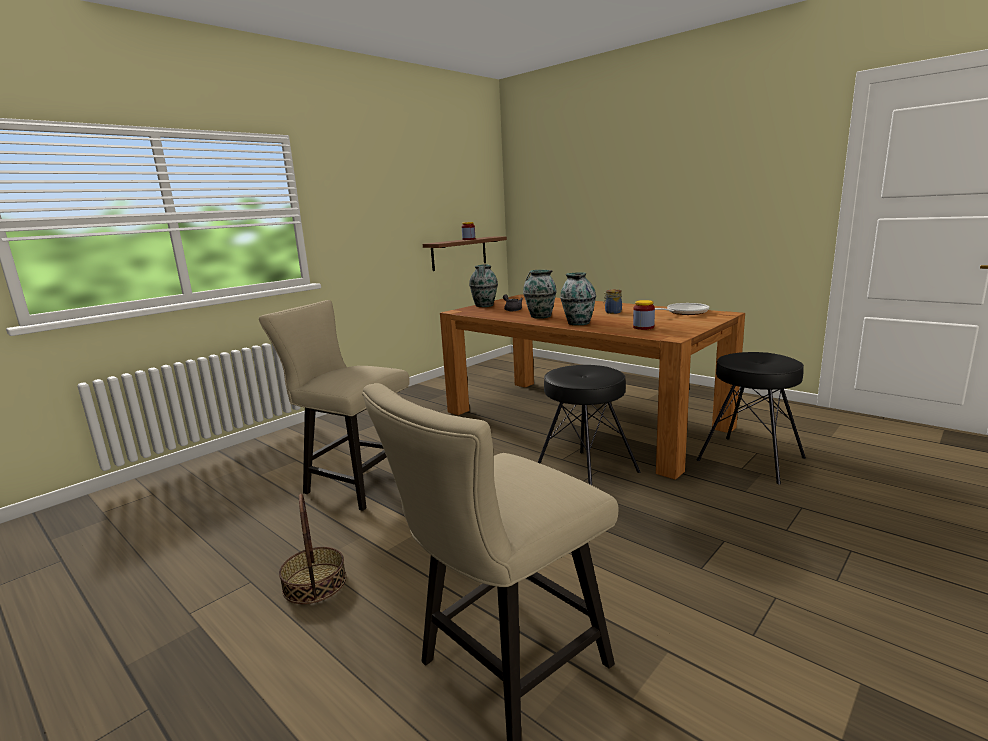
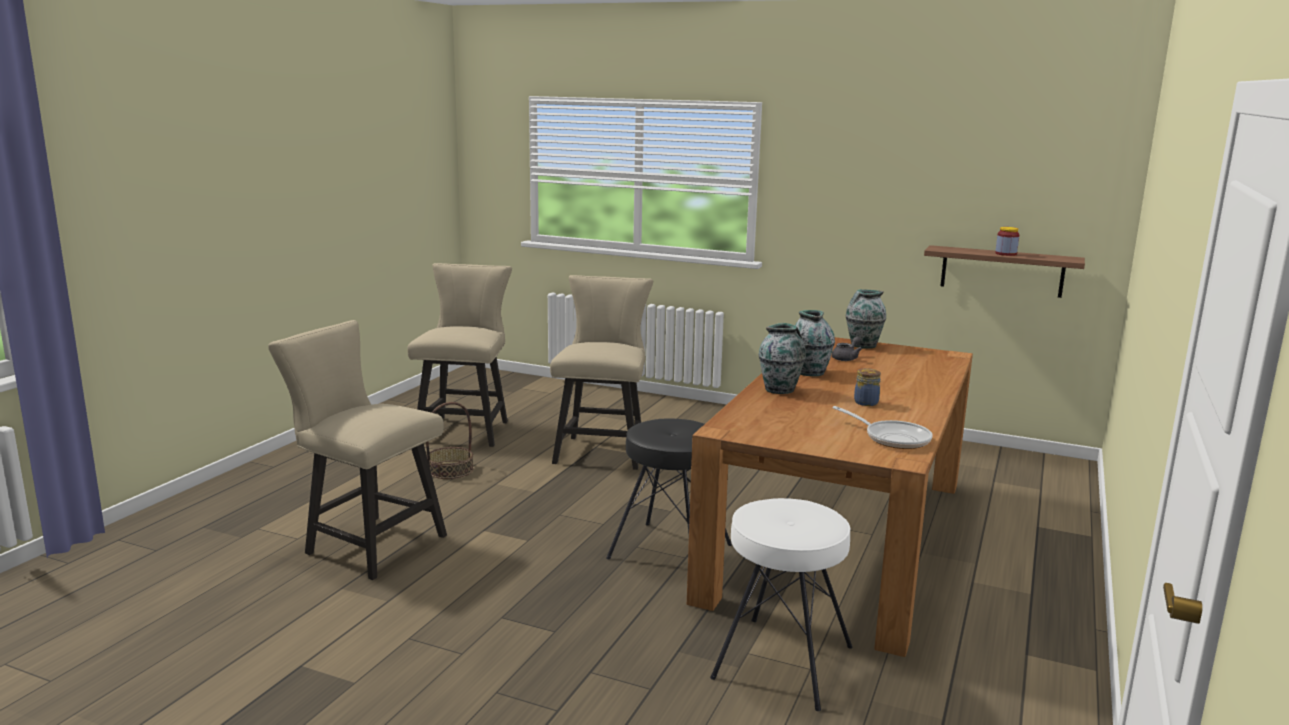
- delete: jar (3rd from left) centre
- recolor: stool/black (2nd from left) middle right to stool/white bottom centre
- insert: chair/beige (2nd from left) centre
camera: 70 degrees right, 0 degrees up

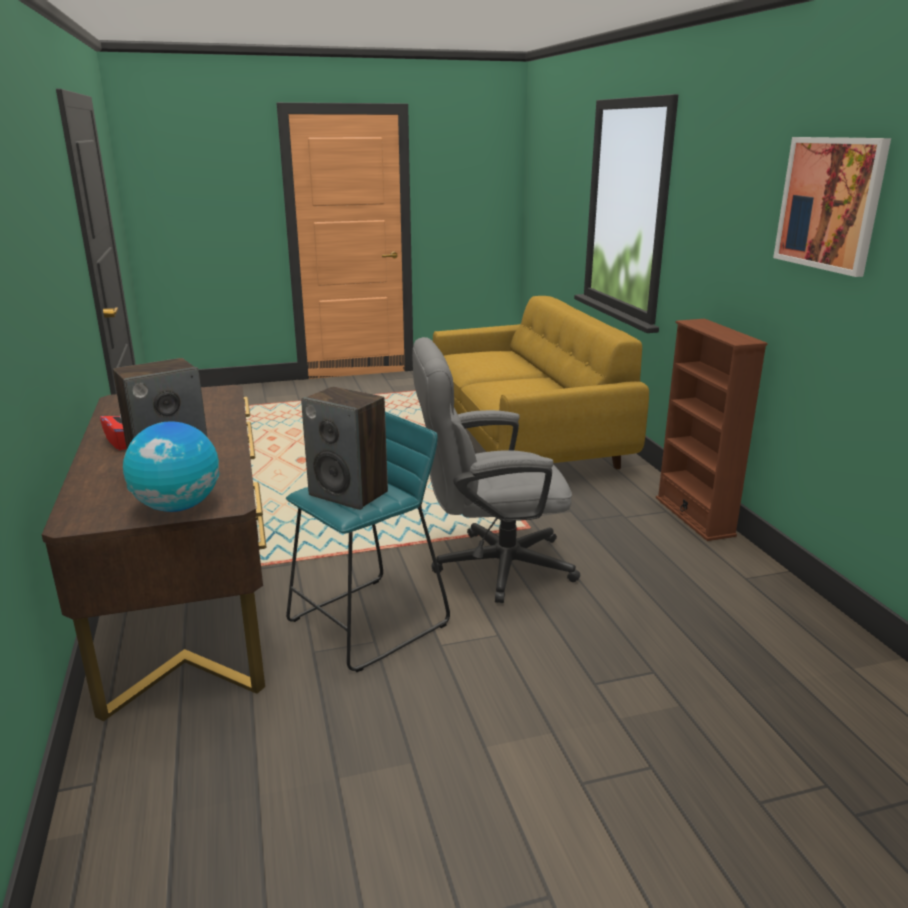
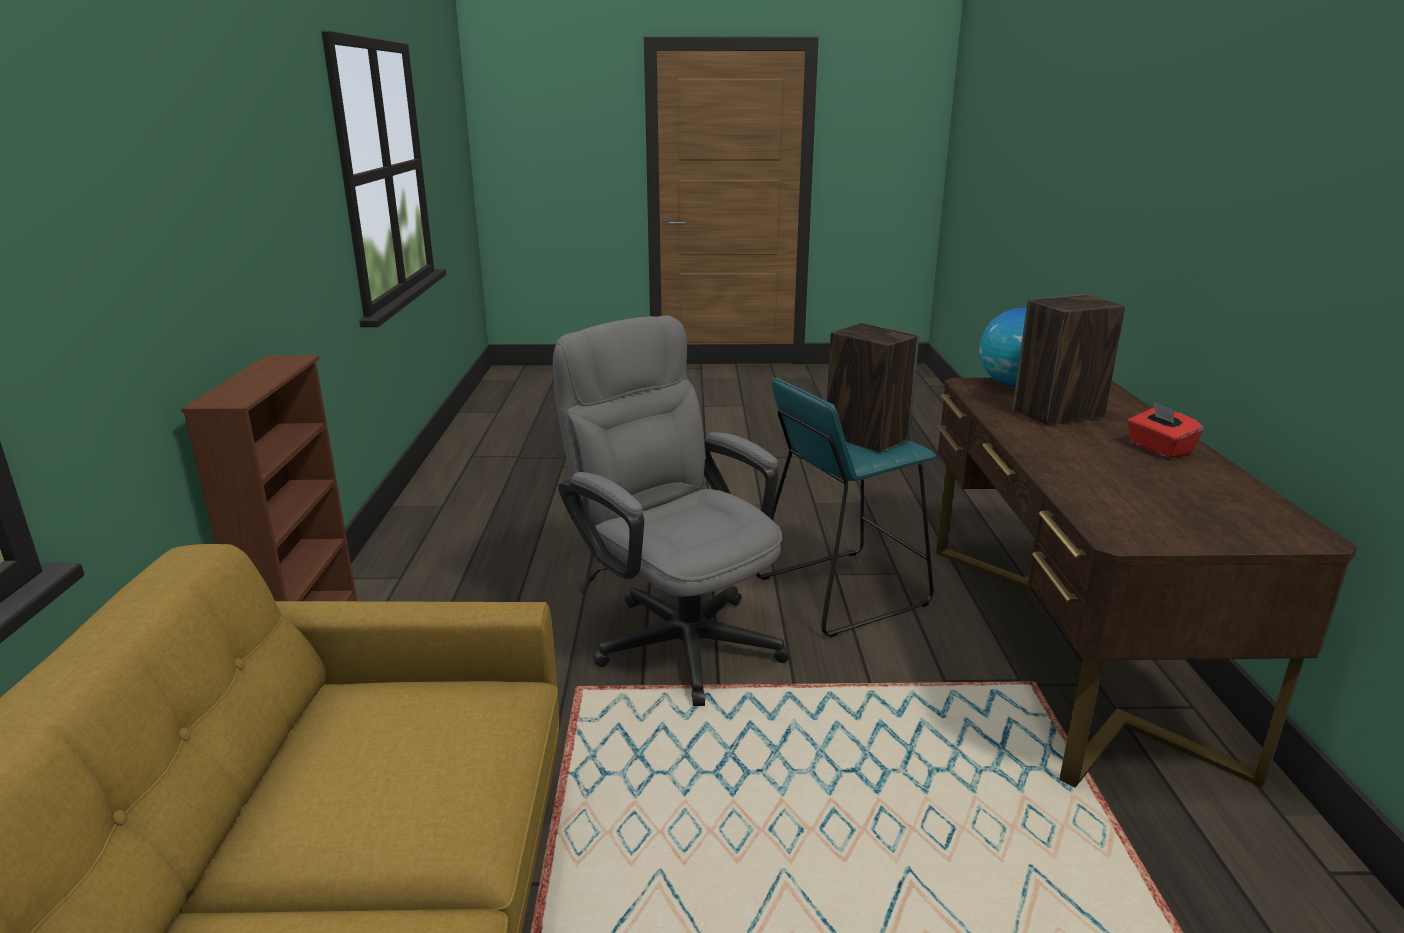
- delete: picture top right
- rotate: office chair/grey centre = centre 135 degrees counterclockwise
camera: 165 degrees left, 0 degrees up

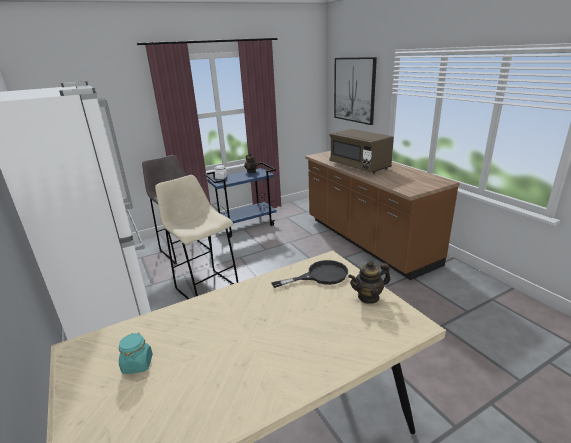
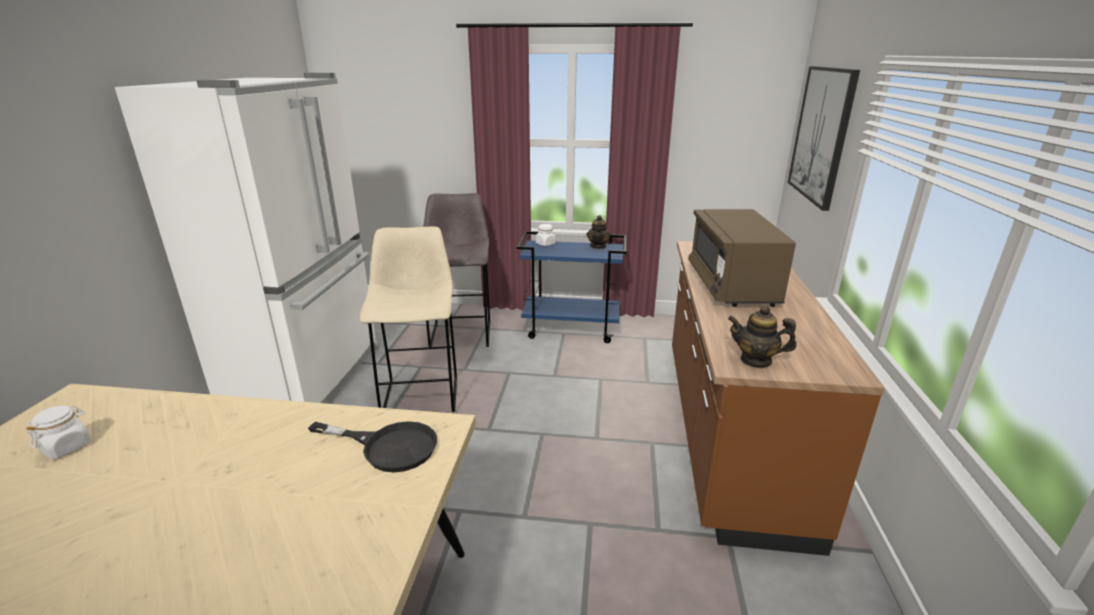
- move: teapot (2nd from left) centre to middle right
- recolor: jar/turquoise bottom left to jar/white (1st from left) bottom left
camera: 35 degrees right, 0 degrees up

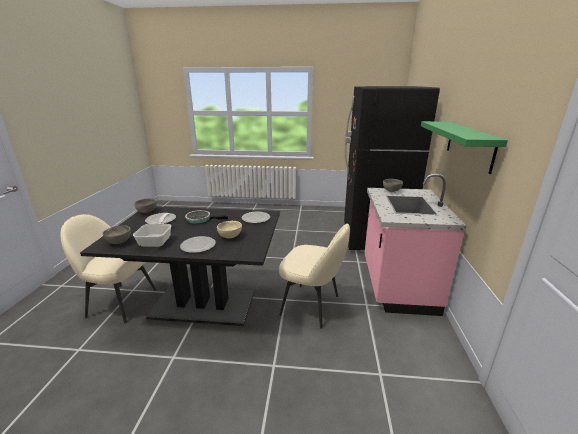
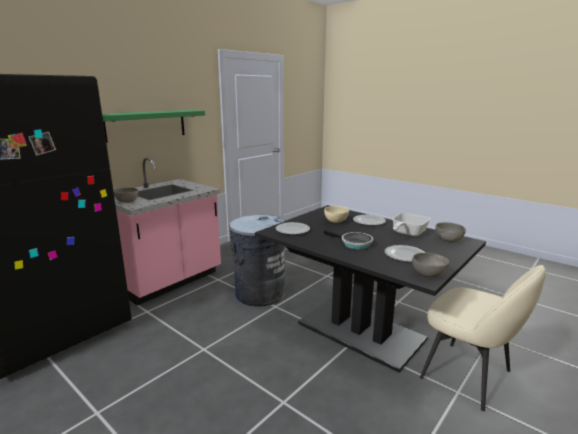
- replace: chair/beige (2nd from left) centre to trash can/grey centre
camera: 145 degrees left, 5 degrees down

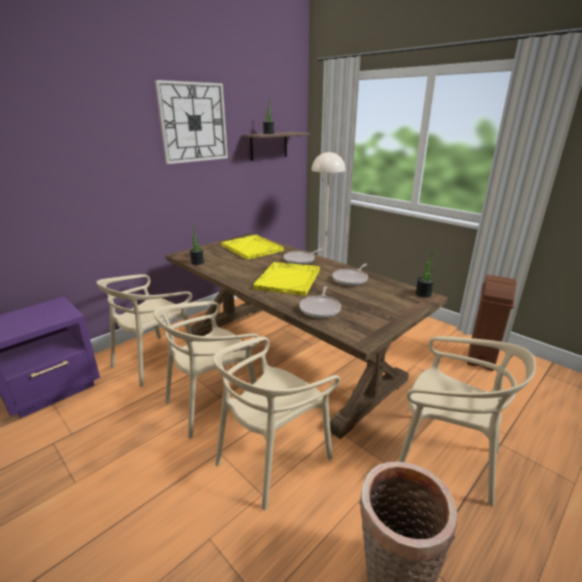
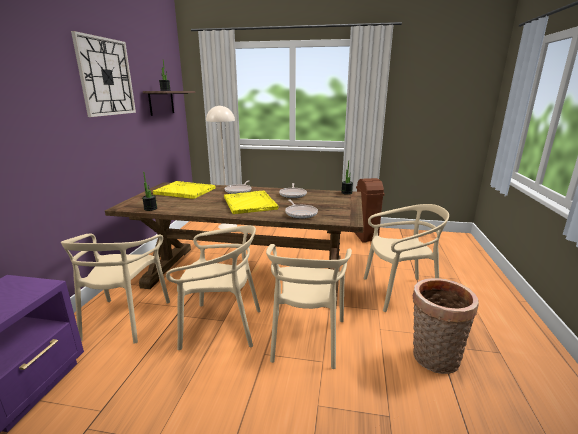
- rotate: chair/beige (2nd from left) centre = centre 105 degrees counterclockwise
camera: 35 degrees left, 5 degrees down

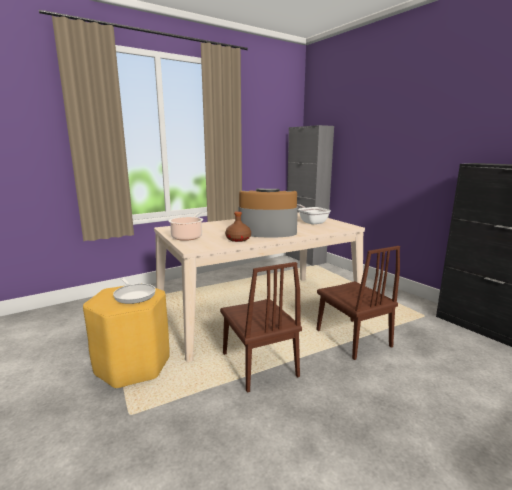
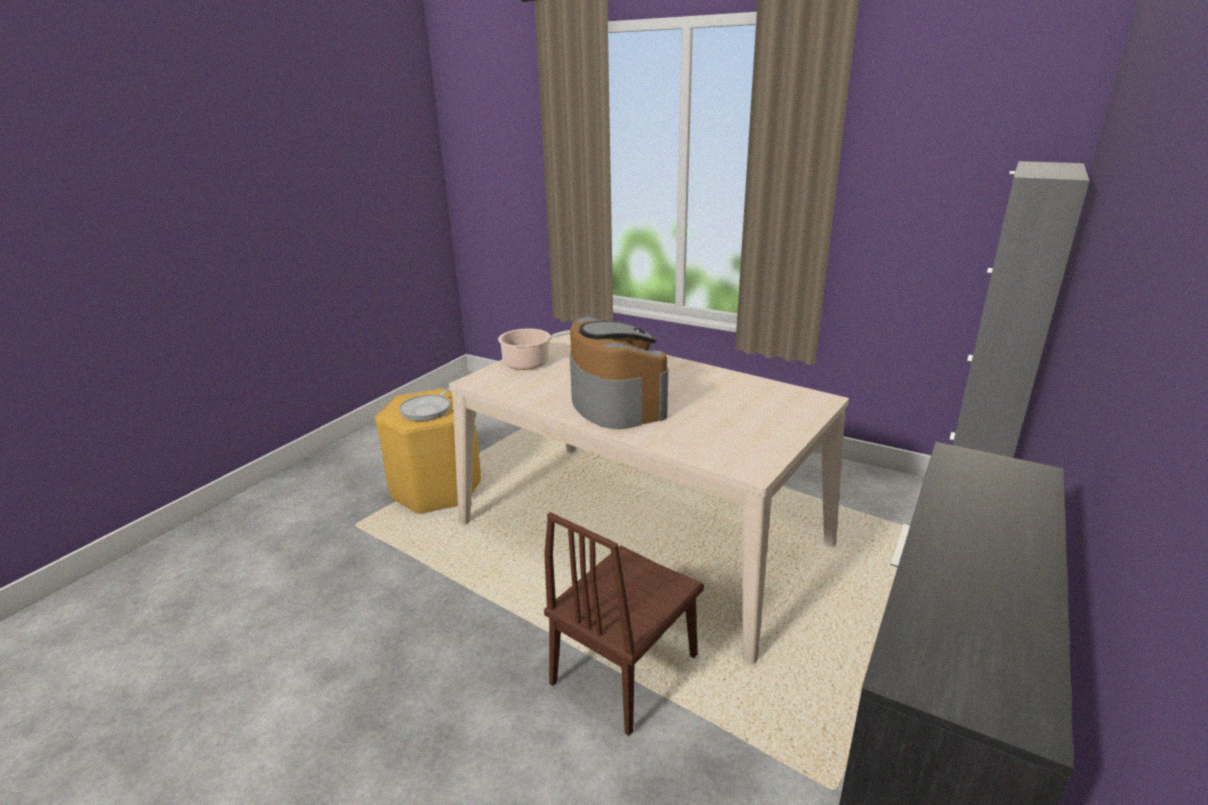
- delete: frying pan (2nd from left) centre
- delete: bottle/brown centre
- delete: chair/brown (1st from left) bottom centre
camera: 65 degrees right, 10 degrees up

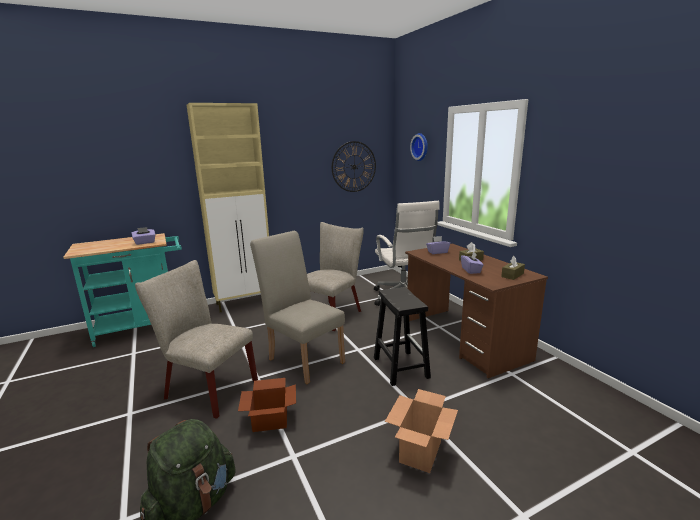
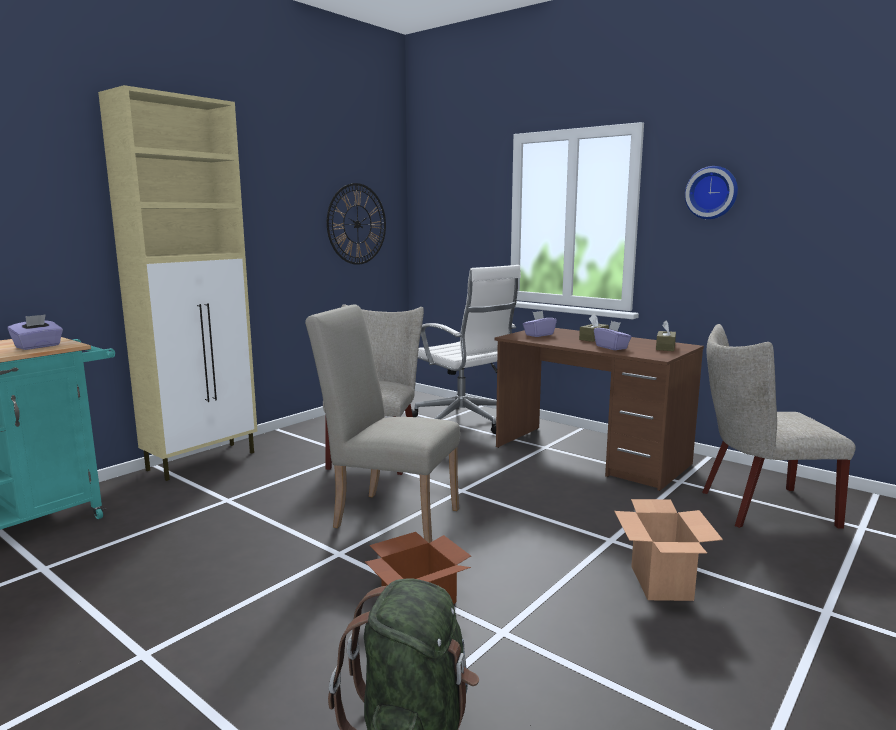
- move: wall clock (2nd from left) top centre to top right
- move: chair/beige (1st from left in the first image) middle left to chair/beige (3rd from left) middle right
- delete: stool/black centre
camera: 25 degrees left, 5 degrees down

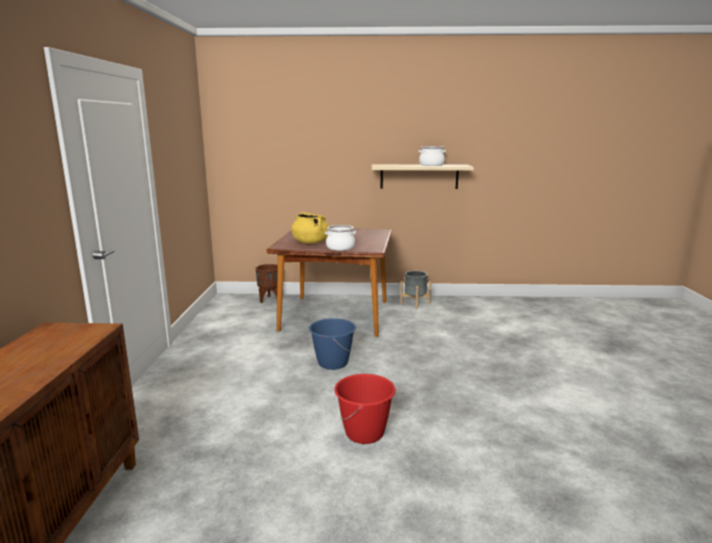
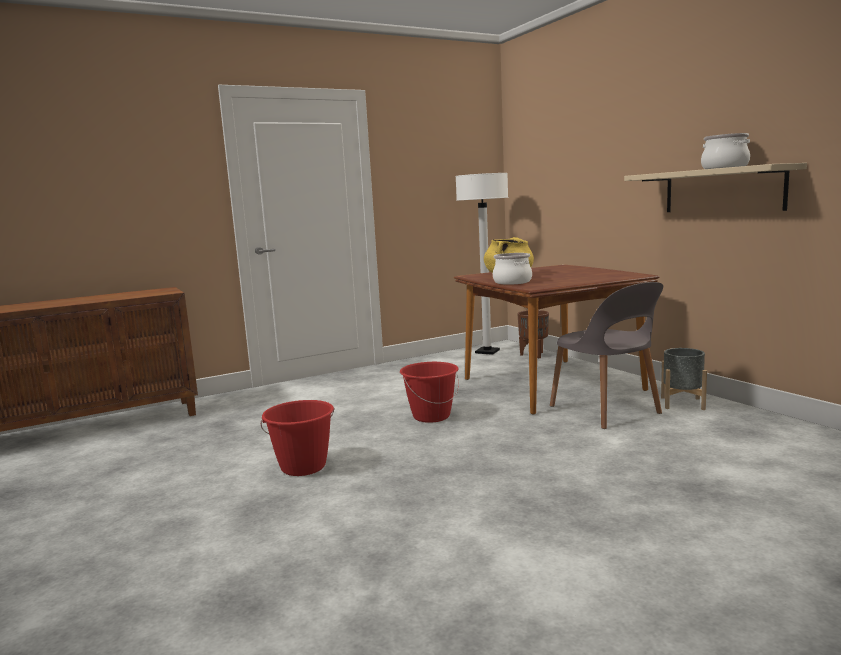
- recolor: bucket/blue centre to bucket/red (2nd from left) centre
- insert: floor lamp/white centre
- insert: chair/grey middle right
camera: 60 degrees right, 5 degrees down

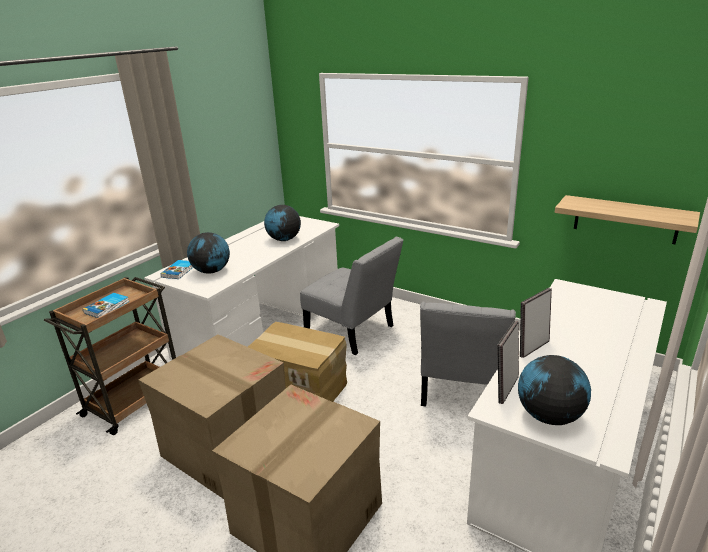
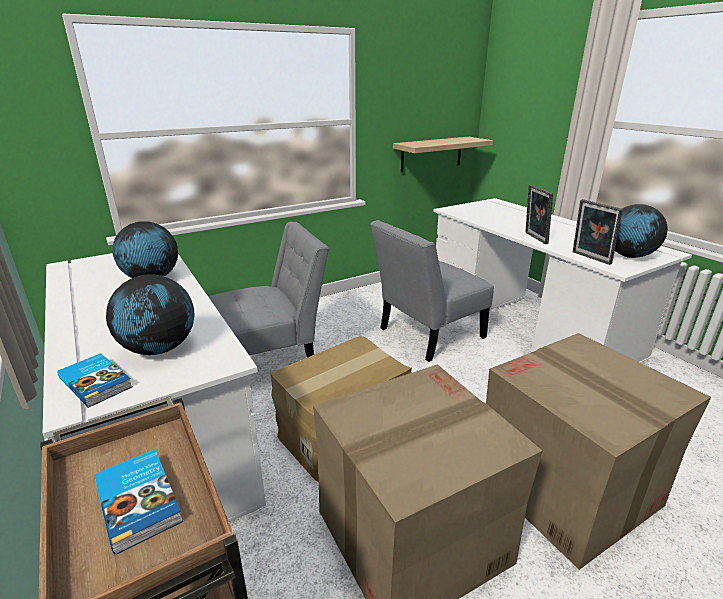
- rotate: chair/grey (2nd from left) centre = centre 105 degrees clockwise
camera: 65 degrees left, 0 degrees up

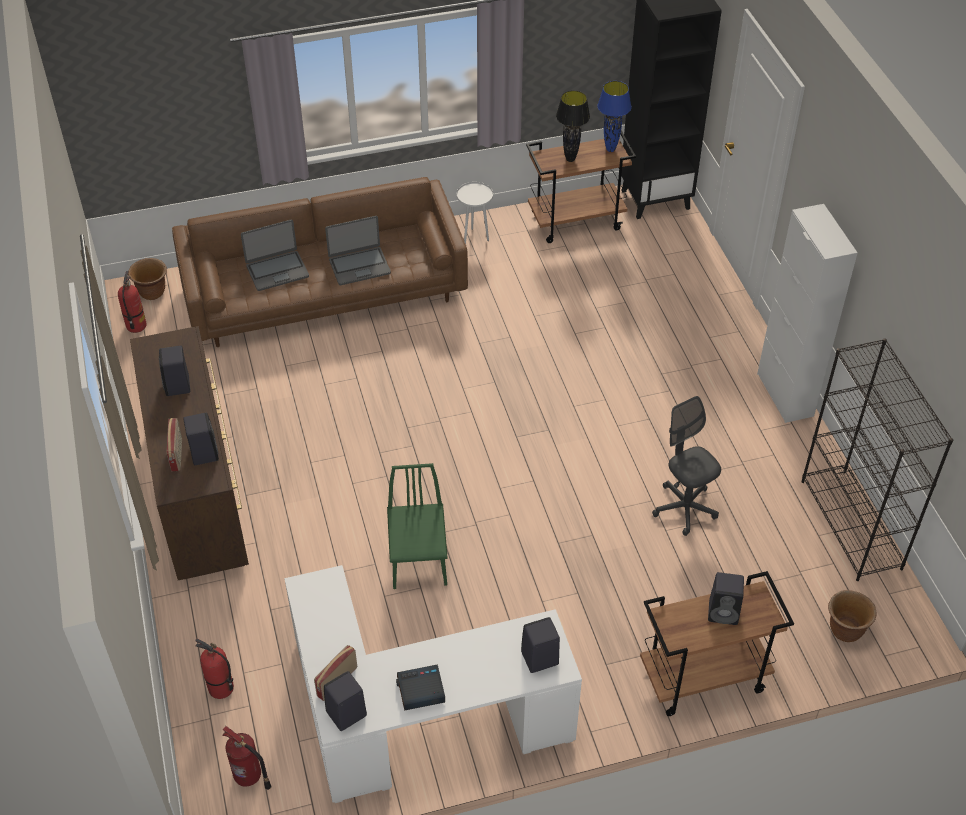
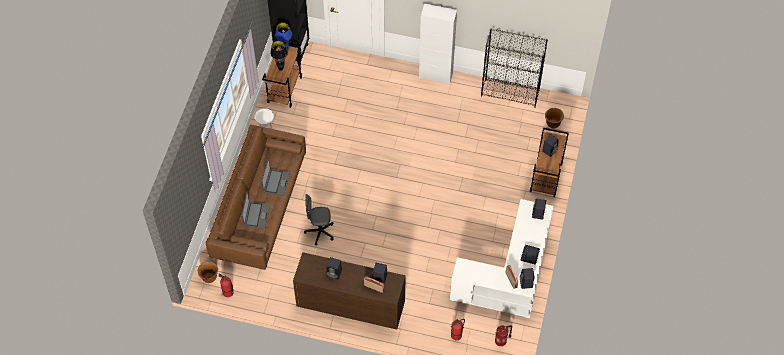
- move: office chair/grey middle right to centre
- delete: chair/green centre
camera: 60 degrees left, 10 degrees up

